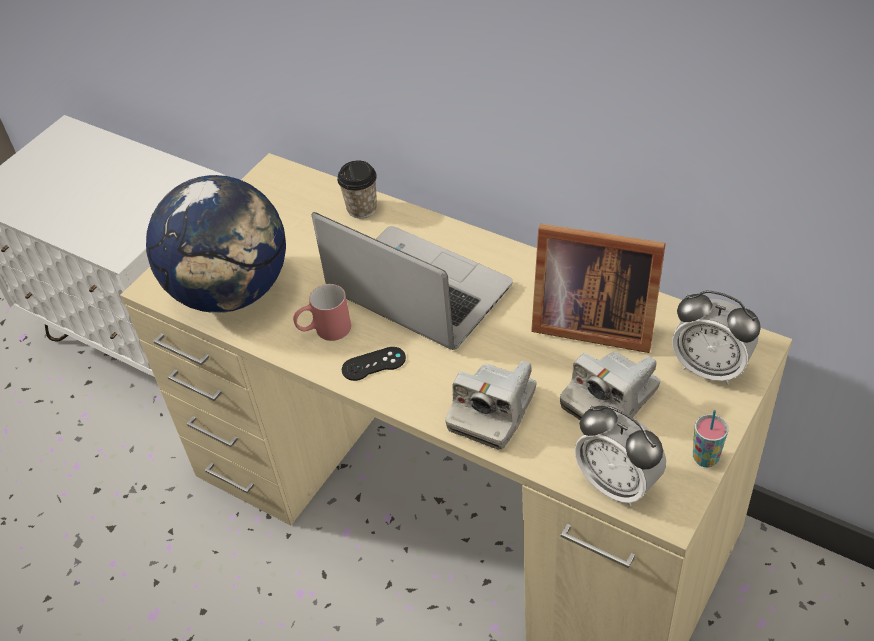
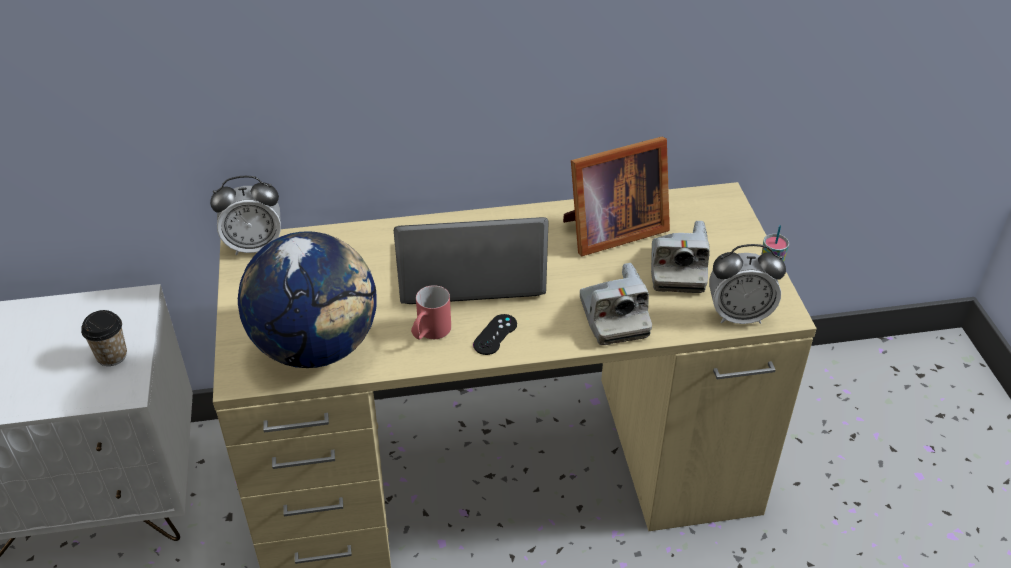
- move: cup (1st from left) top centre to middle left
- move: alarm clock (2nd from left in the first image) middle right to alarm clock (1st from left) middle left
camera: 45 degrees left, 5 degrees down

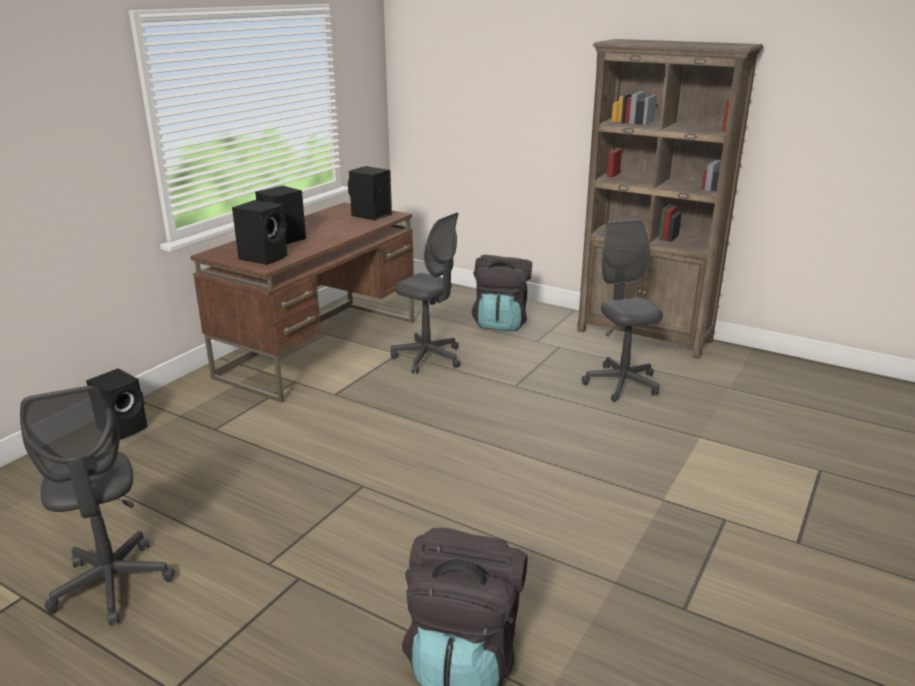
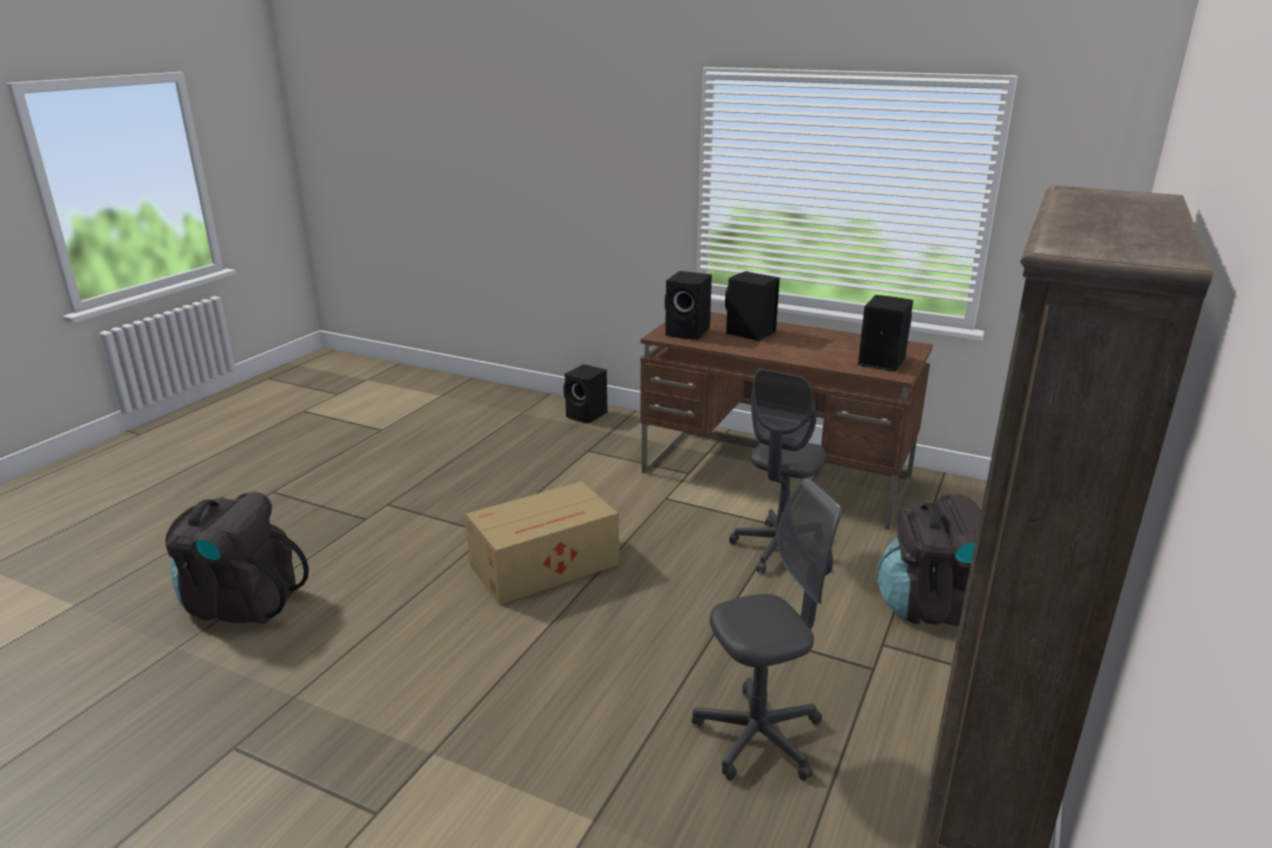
- delete: office chair/grey (1st from left) bottom left
- insert: cardboard box centre
camera: 85 degrees right, 0 degrees up

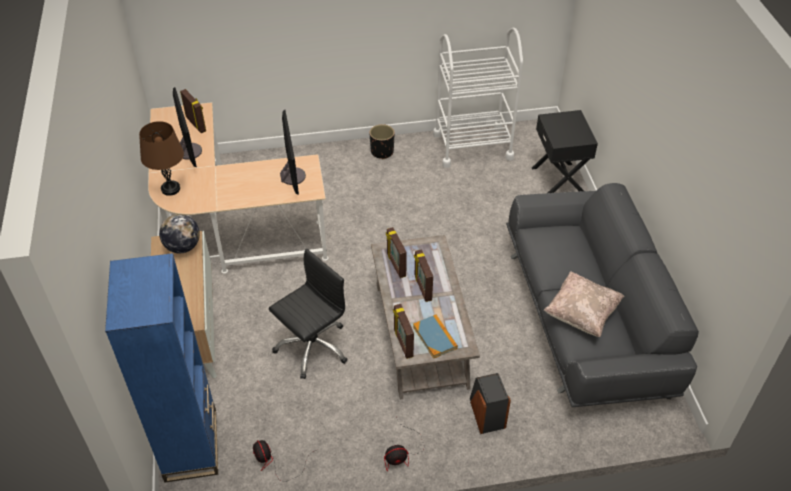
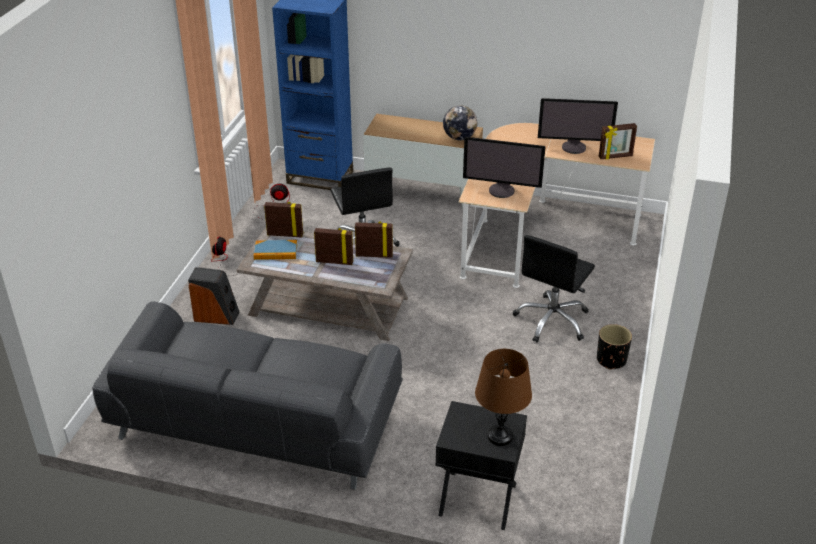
- delete: cart/white top centre
- move: table lamp/brown top left to bottom centre
- delete: pillow/beige middle right
- insert: office chair/black (2nd from left) middle right
camera: 115 degrees right, 10 degrees down

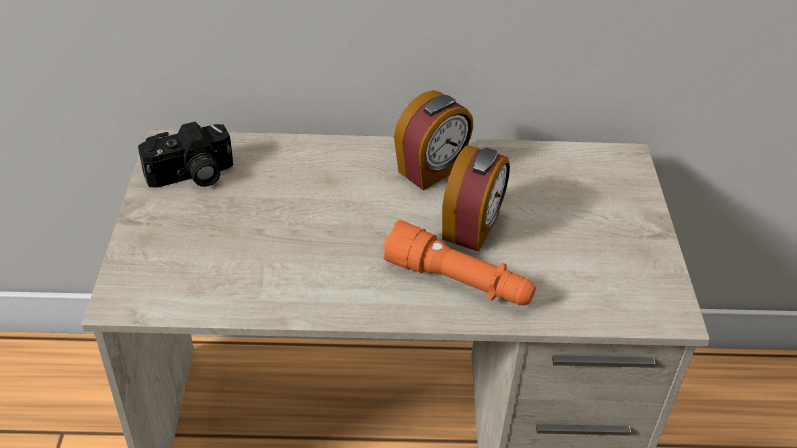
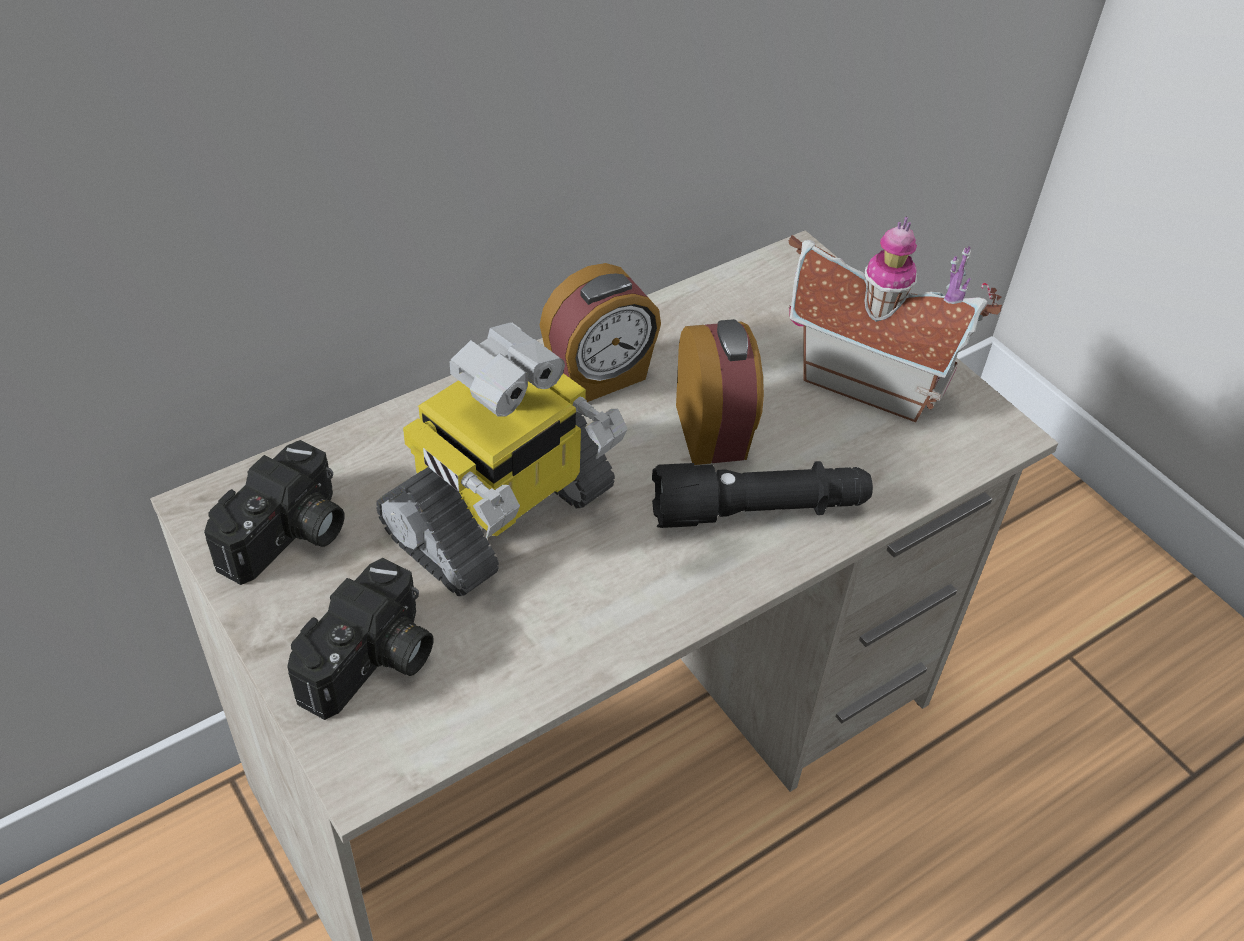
- rotate: alarm clock (1st from left) top centre = centre 45 degrees clockwise
- recolor: flashlight/orange centre to flashlight/black centre
- insert: toy house middle right
- insert: toy robot centre
- insert: photo camera (2nd from left) bottom left
camera: 35 degrees left, 5 degrees up

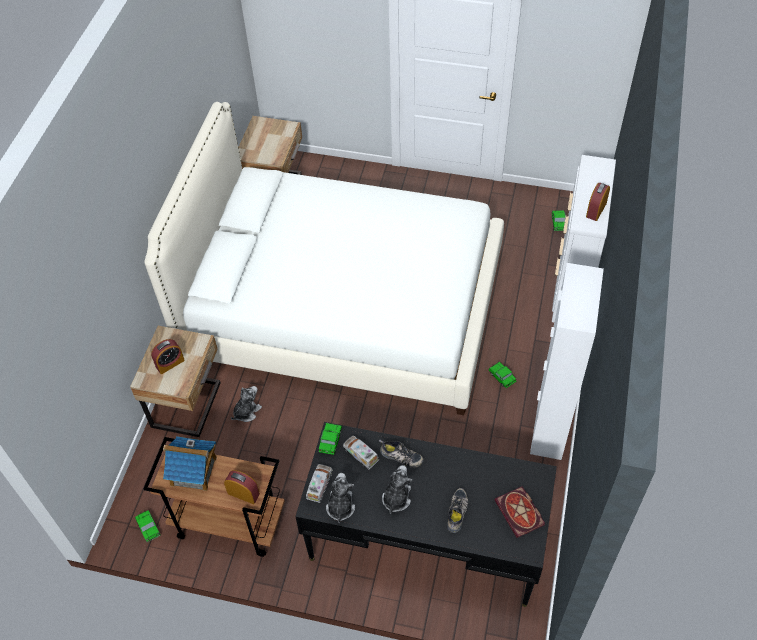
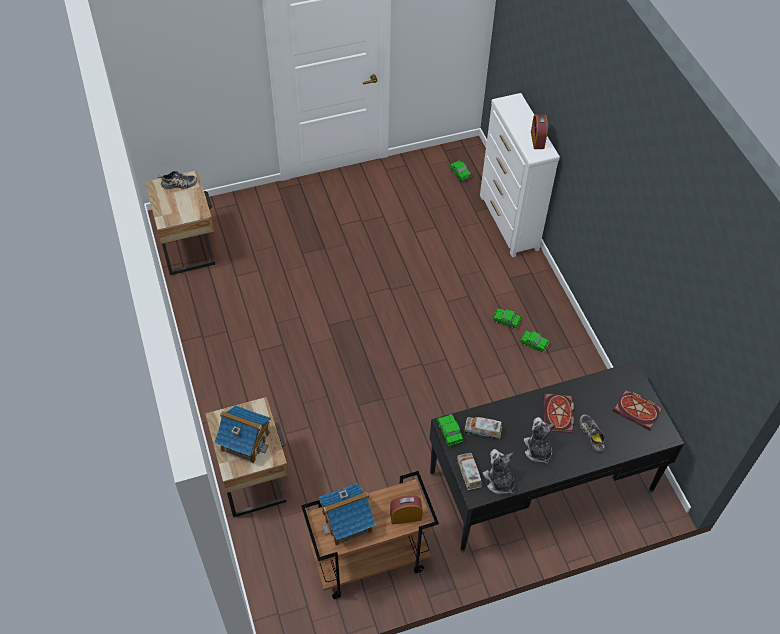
- delete: bed/white centre
- delete: cabinet/white middle right
- replace: alarm clock (1st from left) middle left to toy house (1st from left) bottom left
- delete: plush toy (1st from left) middle left
- move: shoe (1st from left) bottom centre to top left
- move: toy car (1st from left in the first image) bottom left to toy car (4th from left) middle right
- insert: book (1st from left) middle right
camera: 35 degrees left, 0 degrees up

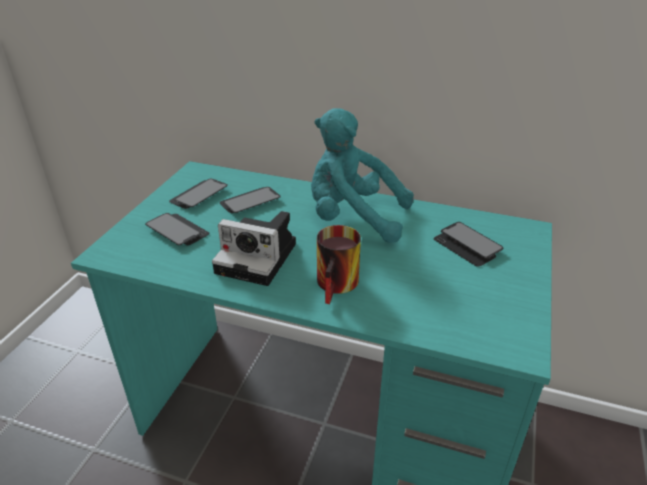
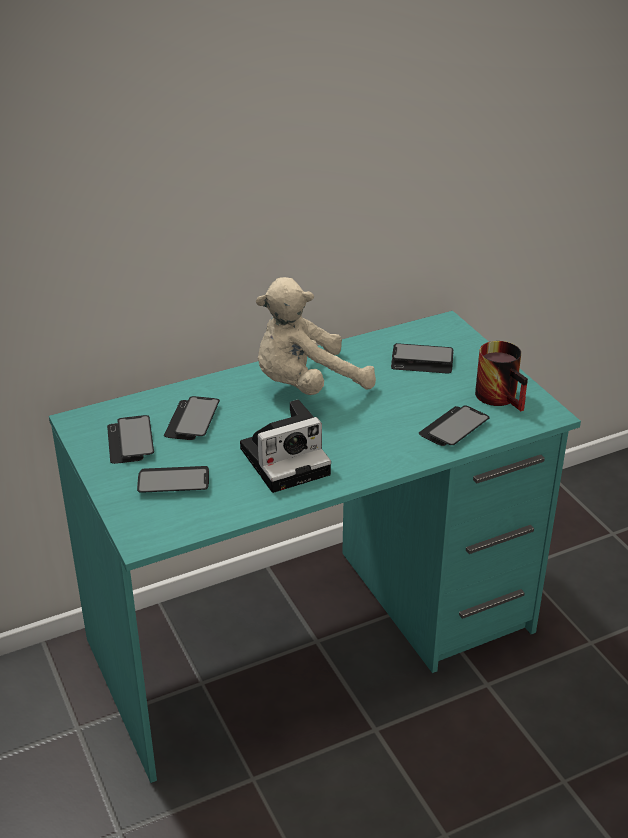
- recolor: plush toy/turquoise centre to plush toy/beige centre
- move: mug centre to middle right
- insert: phone (5th from left) middle right
camera: 45 degrees left, 0 degrees up

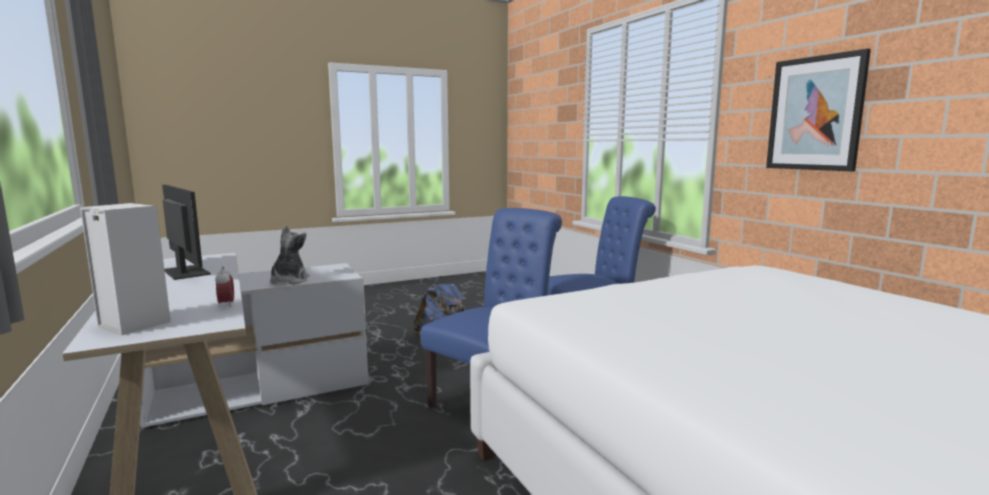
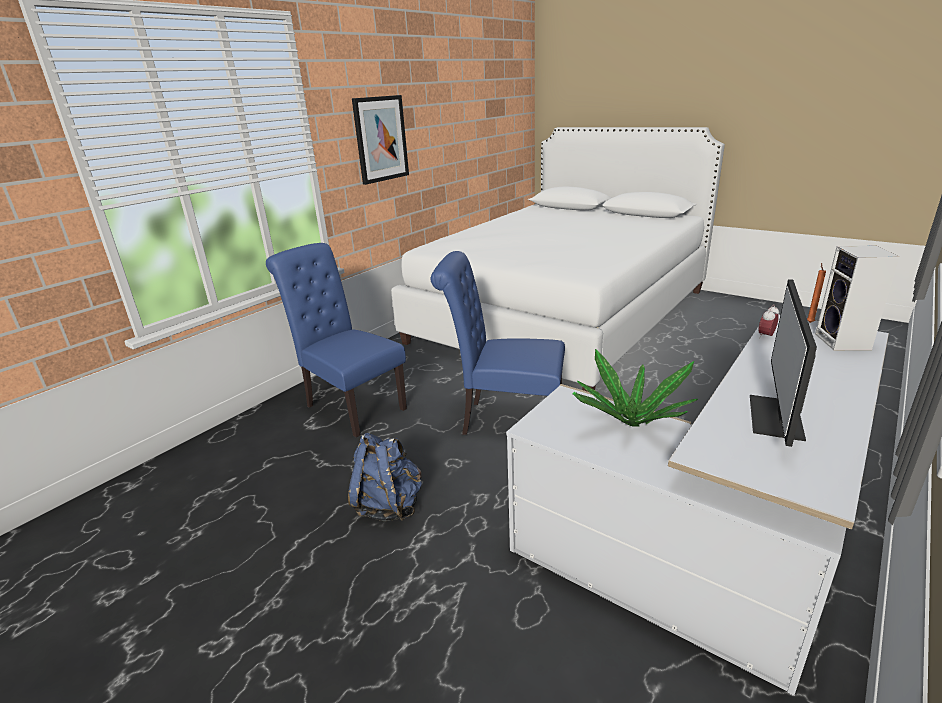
- replace: plush toy middle left to potted plant middle right
- insert: candle/orange middle right
camera: 115 degrees left, 15 degrees up

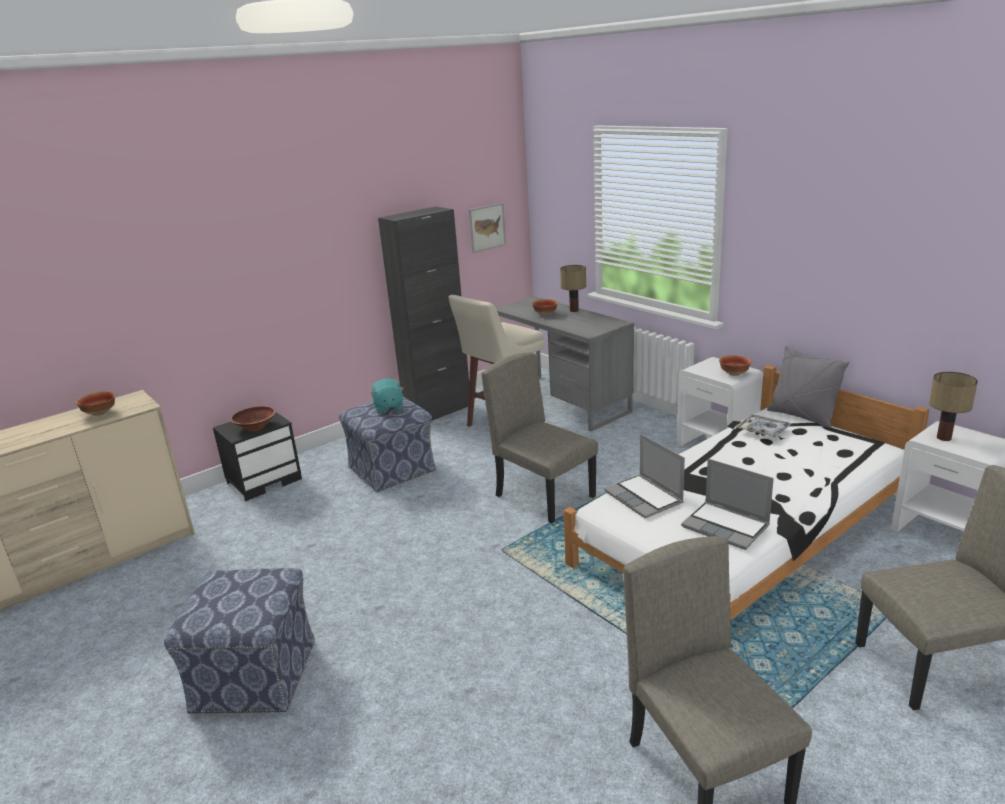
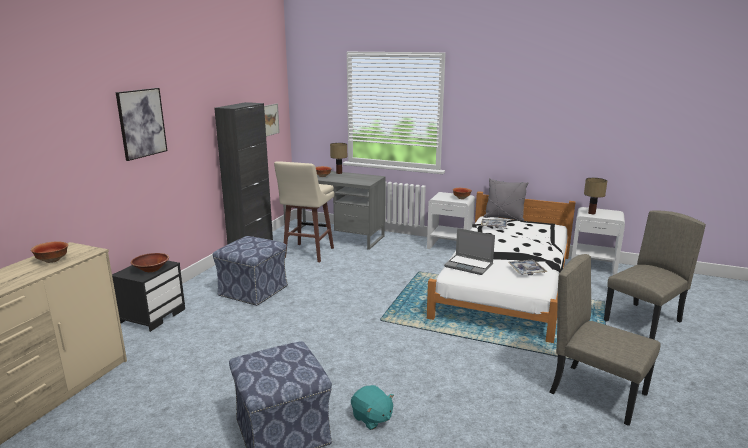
- delete: chair/beige (1st from left) centre
- move: plush toy/turquoise centre to bottom centre
- replace: laptop (2nd from left) middle right to tray (2nd from left) middle right
- insert: picture (1st from left) top left
camera: 30 degrees left, 5 degrees down

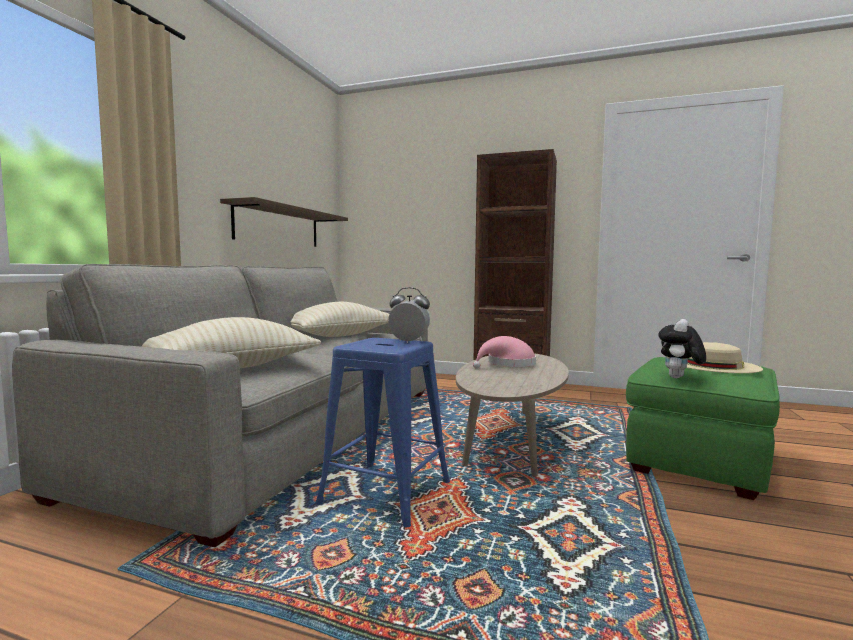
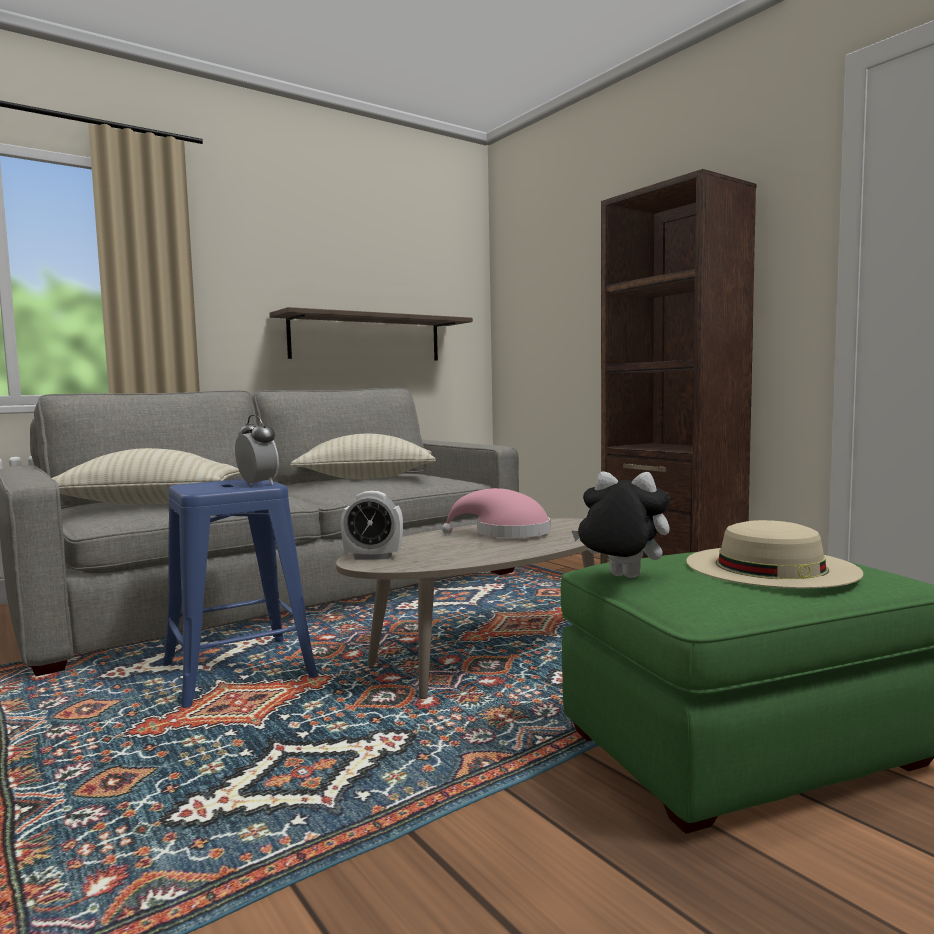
- rotate: plush toy middle right = centre 45 degrees clockwise
- insert: alarm clock (2nd from left) centre
camera: 35 degrees right, 0 degrees up

